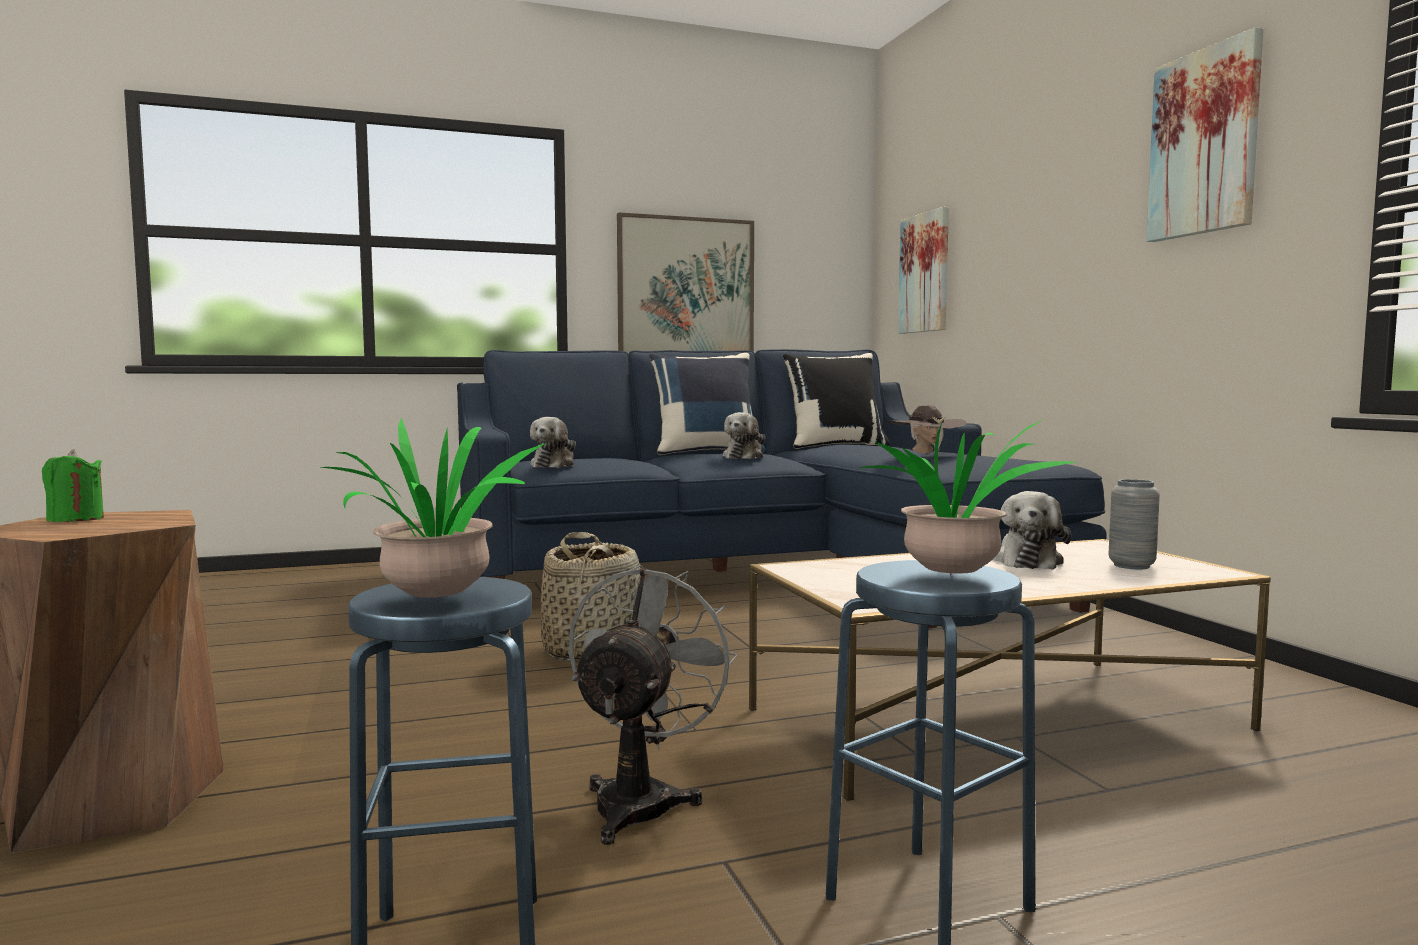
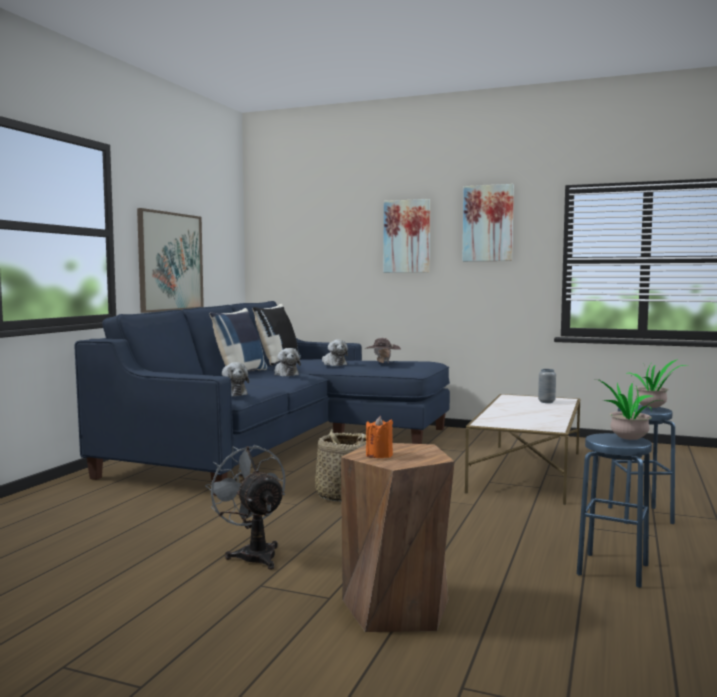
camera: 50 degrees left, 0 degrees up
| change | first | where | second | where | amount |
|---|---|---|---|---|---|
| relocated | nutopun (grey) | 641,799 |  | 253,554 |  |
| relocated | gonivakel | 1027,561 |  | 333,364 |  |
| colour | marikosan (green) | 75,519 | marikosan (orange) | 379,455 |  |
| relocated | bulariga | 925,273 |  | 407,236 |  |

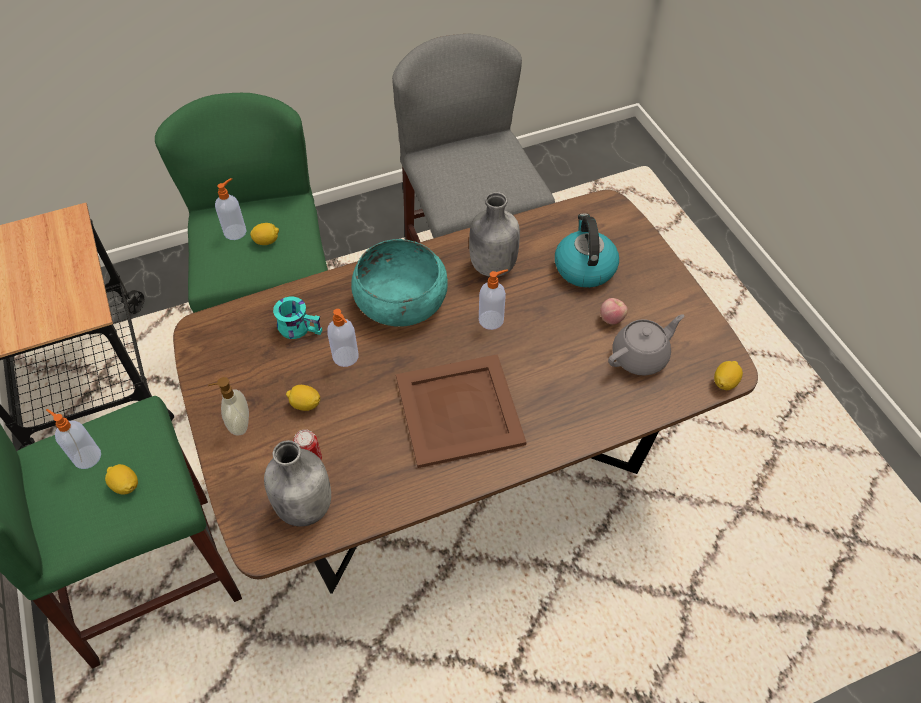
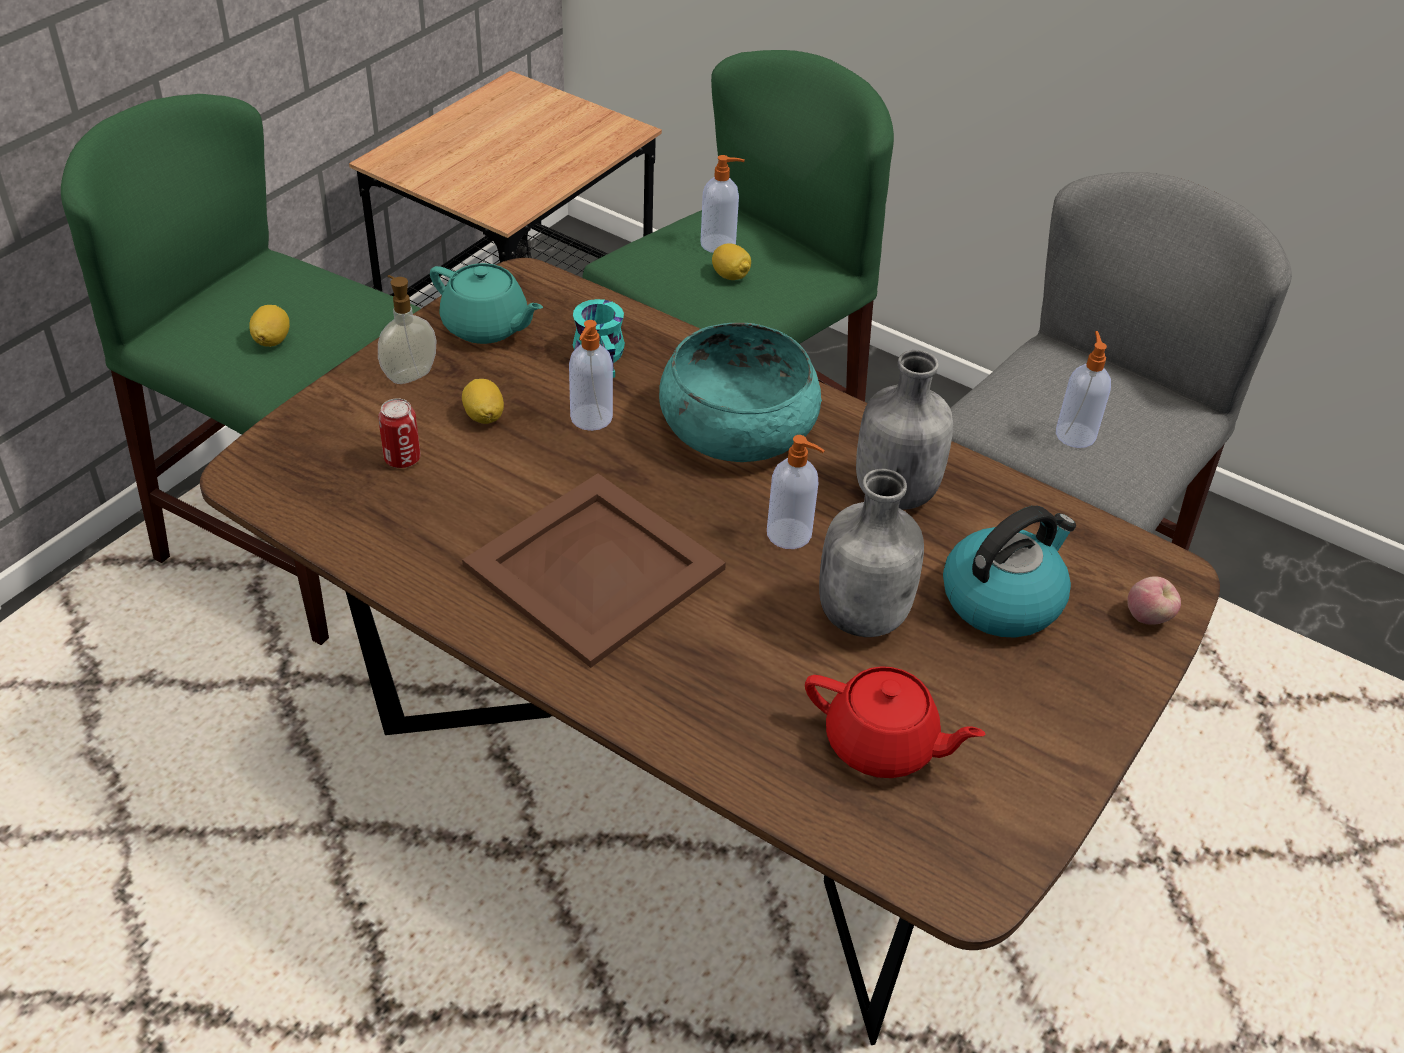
camera: 55 degrees right, 10 degrees down
| change | first | where | second | where | amount |
|---|---|---|---|---|---|
| appeared |  |  | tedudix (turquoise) | 486,327 |  |
| colour | tedudix (grey) | 640,357 | tedudix (red) | 882,745 |  |
| relocated | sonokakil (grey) | 305,505 |  | 864,615 |  |
| relocated | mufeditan | 86,456 |  | 1075,434 |  |
| relocated | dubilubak | 611,319 |  | 1148,617 |  |
| missing | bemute | 725,382 |  |  |  |

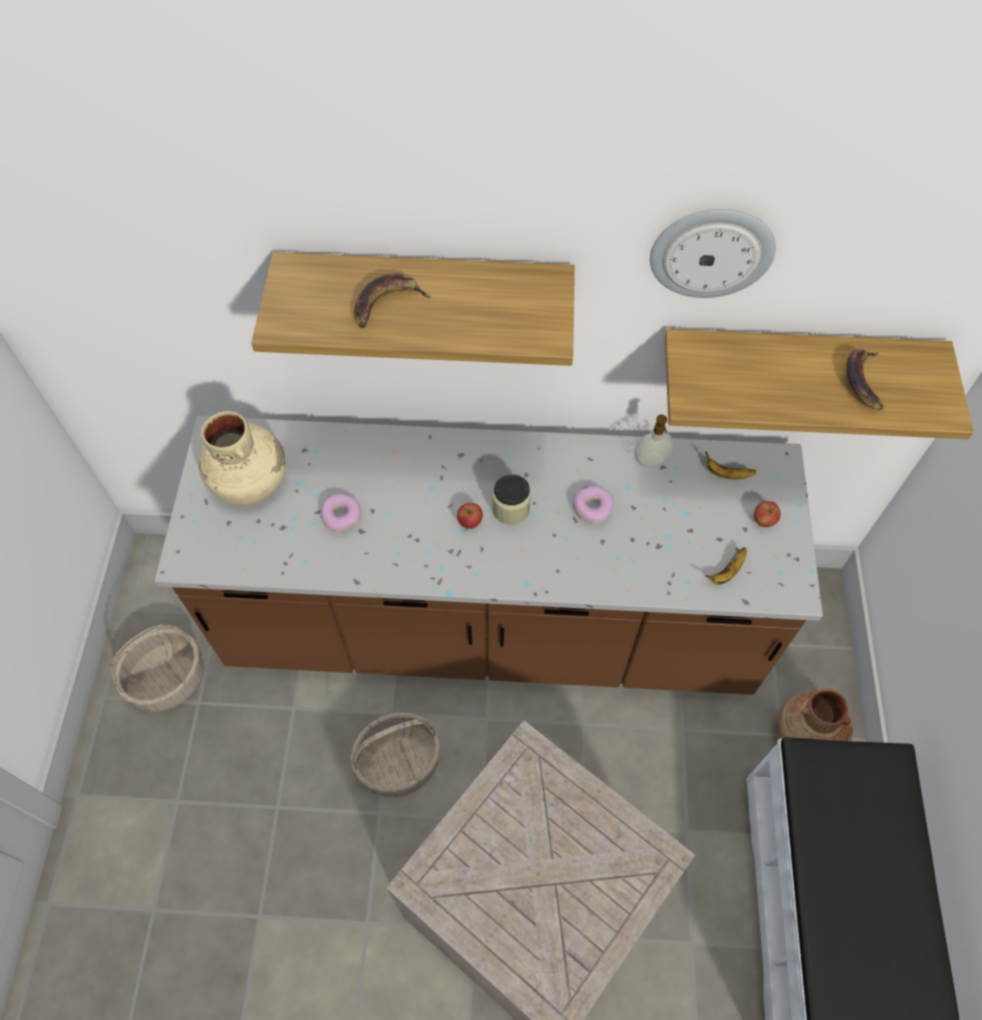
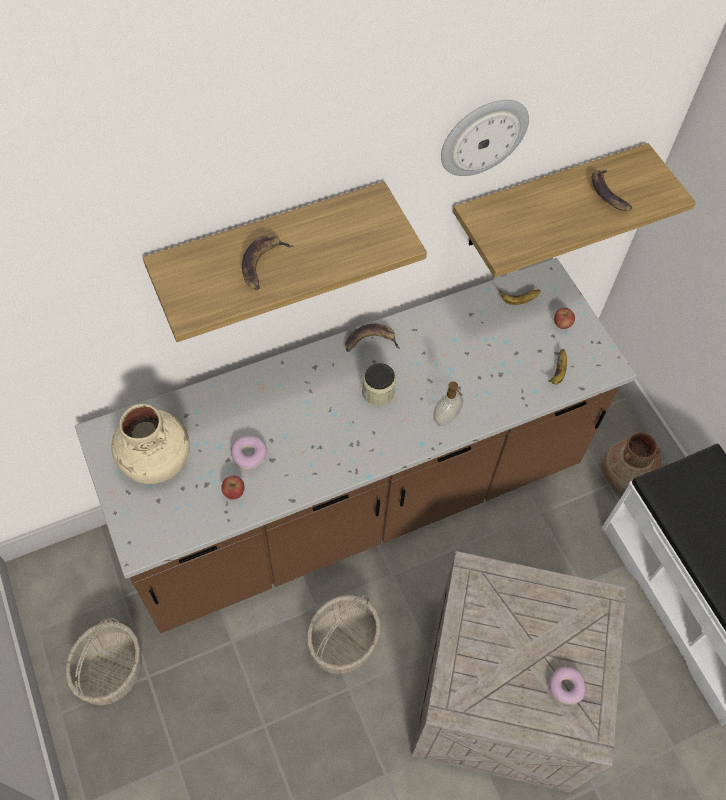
camera: 30 degrees left, 0 degrees up
| change | first | where | second | where | amount |
|---|---|---|---|---|---|
| relocated | dubilubak | 470,522 |  | 234,492 |  |
| appeared |  |  | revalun | 371,341 |  |
| relocated | mufeditan | 651,461 |  | 447,418 |  |
| relocated | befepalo | 592,507 |  | 565,687 |  |

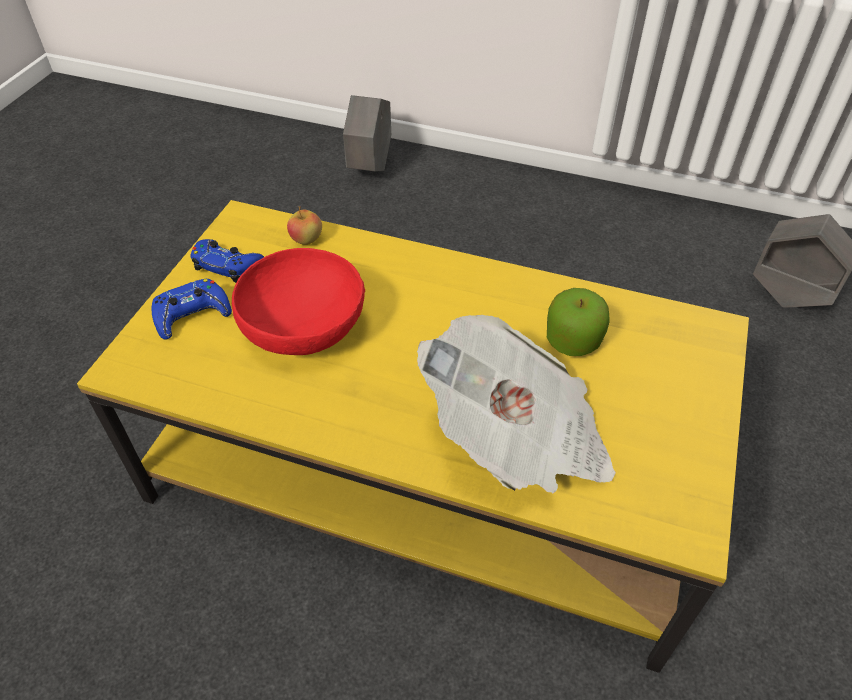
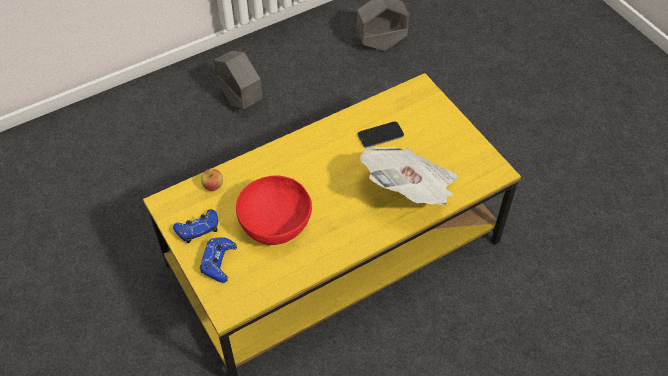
camera: 50 degrees left, 5 degrees up
| change | first | where | second | where | amount |
|---|---|---|---|---|---|
| relocated | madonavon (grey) | 370,168 |  | 240,100 |  |
| exchanged | dubilubak | 573,340 | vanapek | 380,135 |  |

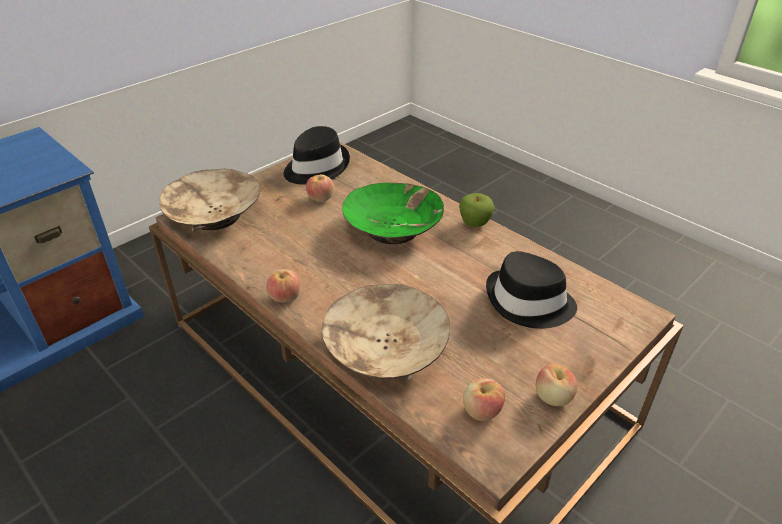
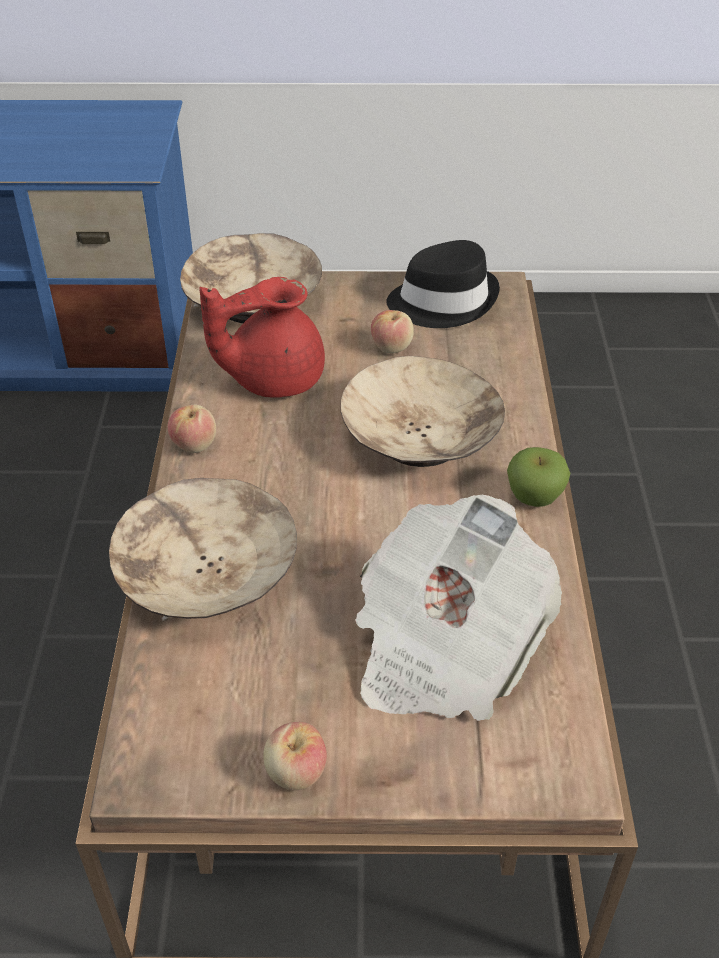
camera: 45 degrees right, 5 degrees up
| change | first | where | second | where | amount |
|---|---|---|---|---|---|
| appeared |  |  | tedudix (red) | 272,378 |  |
| colour | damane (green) | 393,228 | damane (beige) | 421,438 |  |
| exchanged | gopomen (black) | 529,302 | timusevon | 444,646 |  |
| missing | dubilubak | 481,411 |  |  |  |

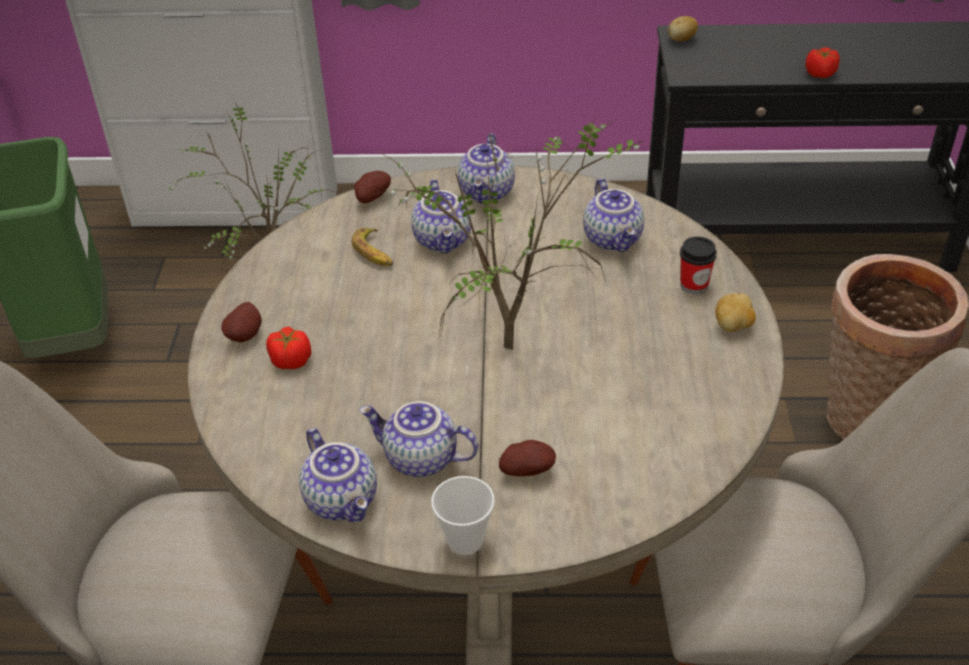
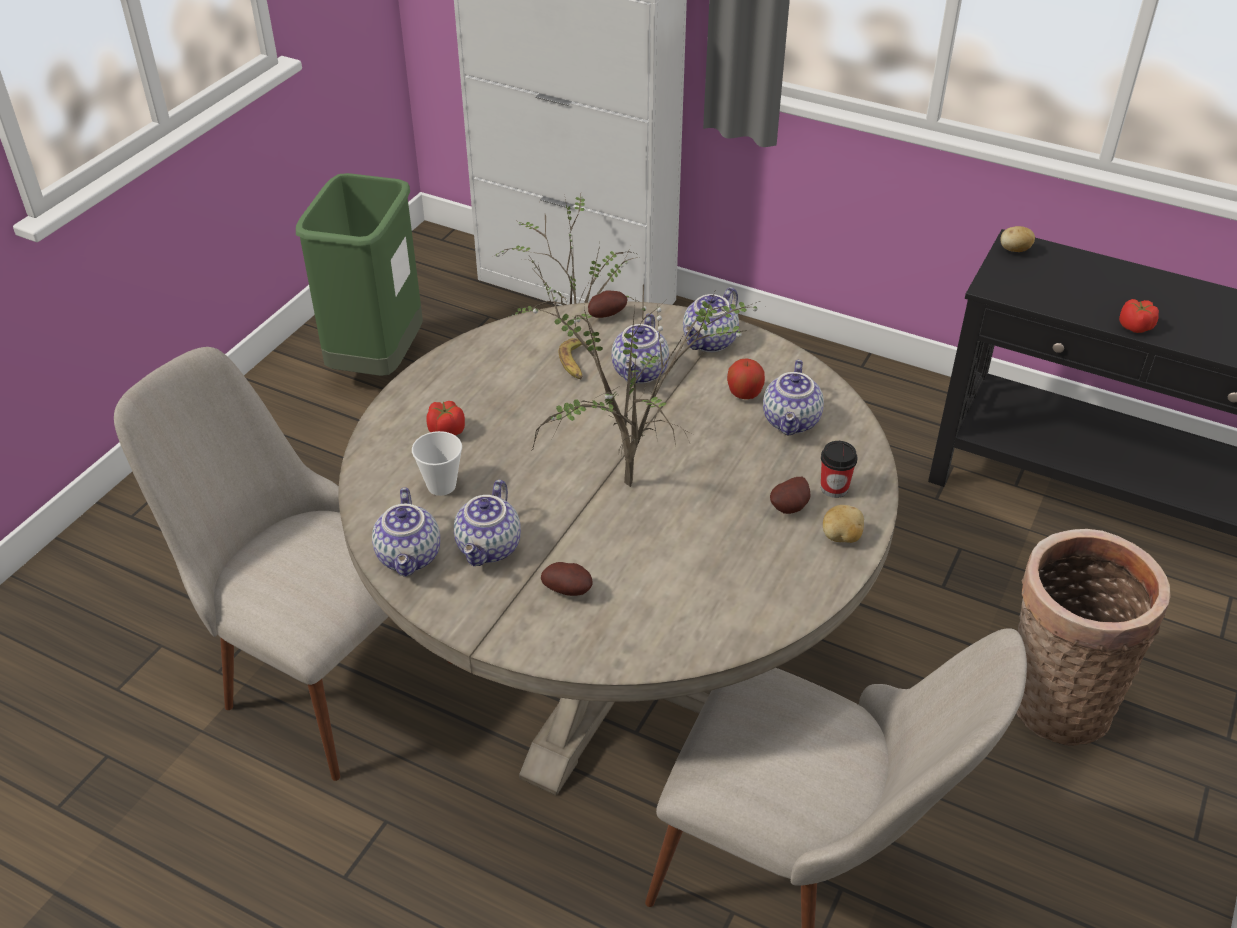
camera: 25 degrees right, 0 degrees up
| change | first | where | second | where | amount |
|---|---|---|---|---|---|
| relocated | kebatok | 465,540 |  | 441,485 |  |
| spun | tedudix | 419,459 |  | 490,548 | 120 degrees counterclockwise |
| appeared |  |  | dubilubak | 744,394 |  |
| relocated | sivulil | 247,336 |  | 791,508 |  |

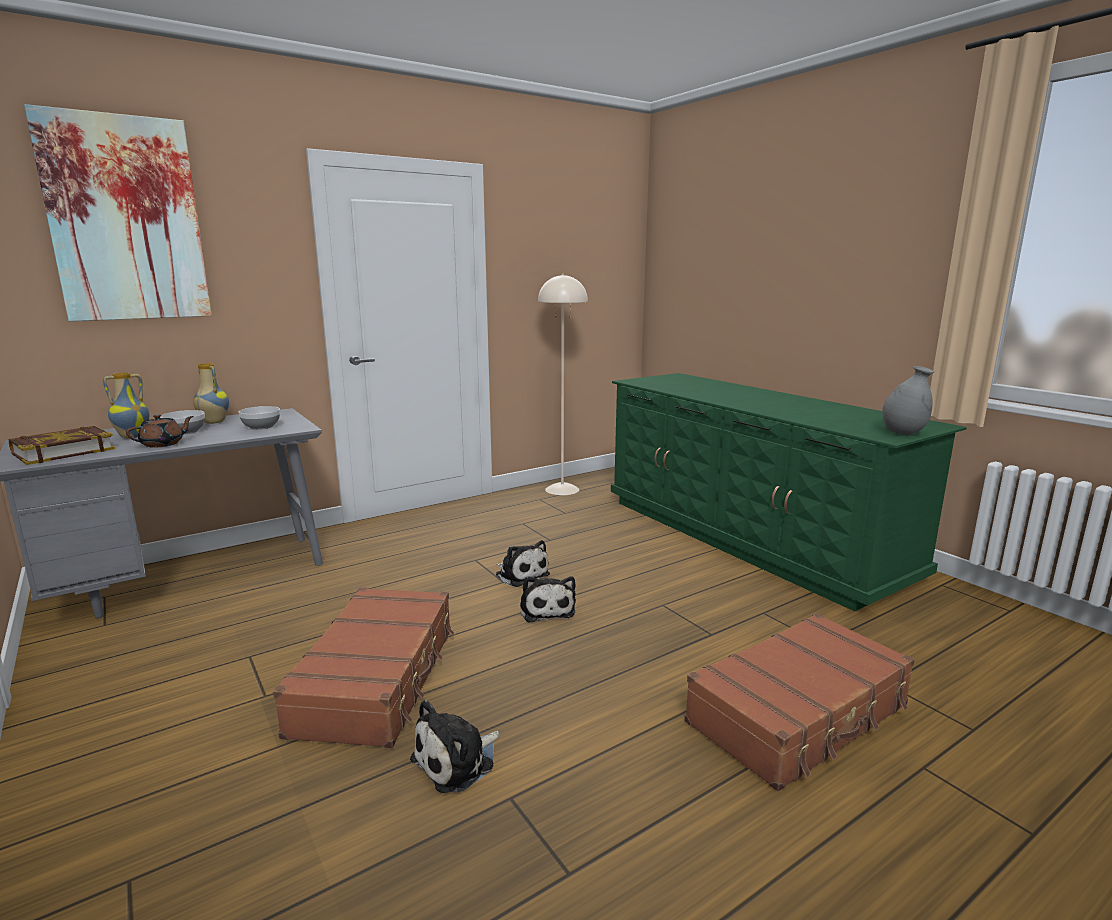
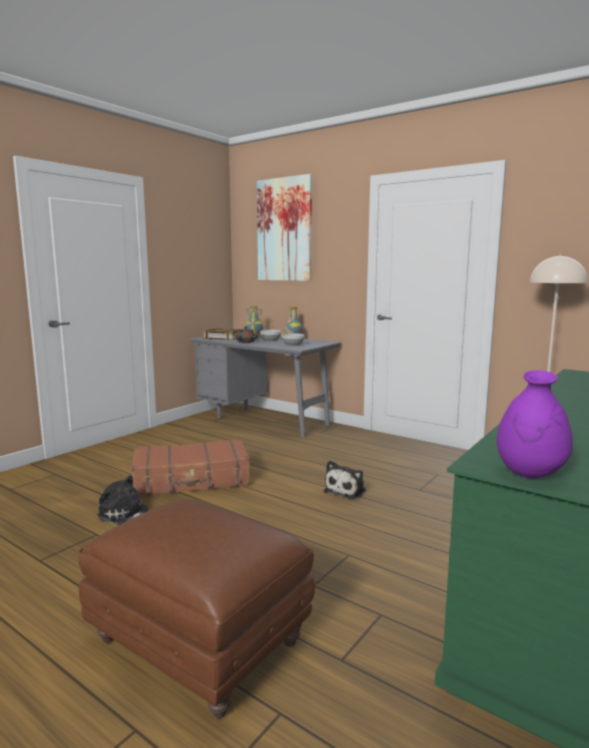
camera: 70 degrees right, 5 degrees down
| change | first | where | second | where | amount |
|---|---|---|---|---|---|
| exchanged | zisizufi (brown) | 799,715 | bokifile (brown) | 201,643 |  |
| colour | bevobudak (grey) | 903,433 | bevobudak (purple) | 529,474 |  |
| missing | gonivakel | 546,609 |  |  |  |

